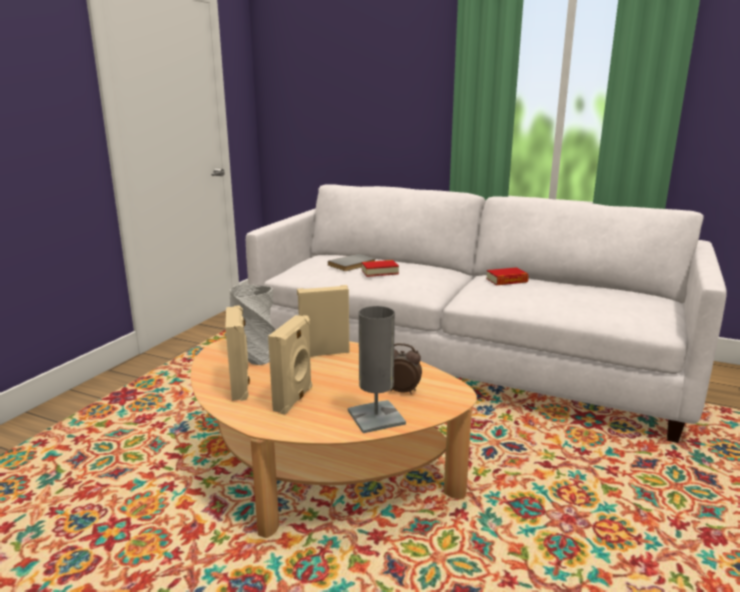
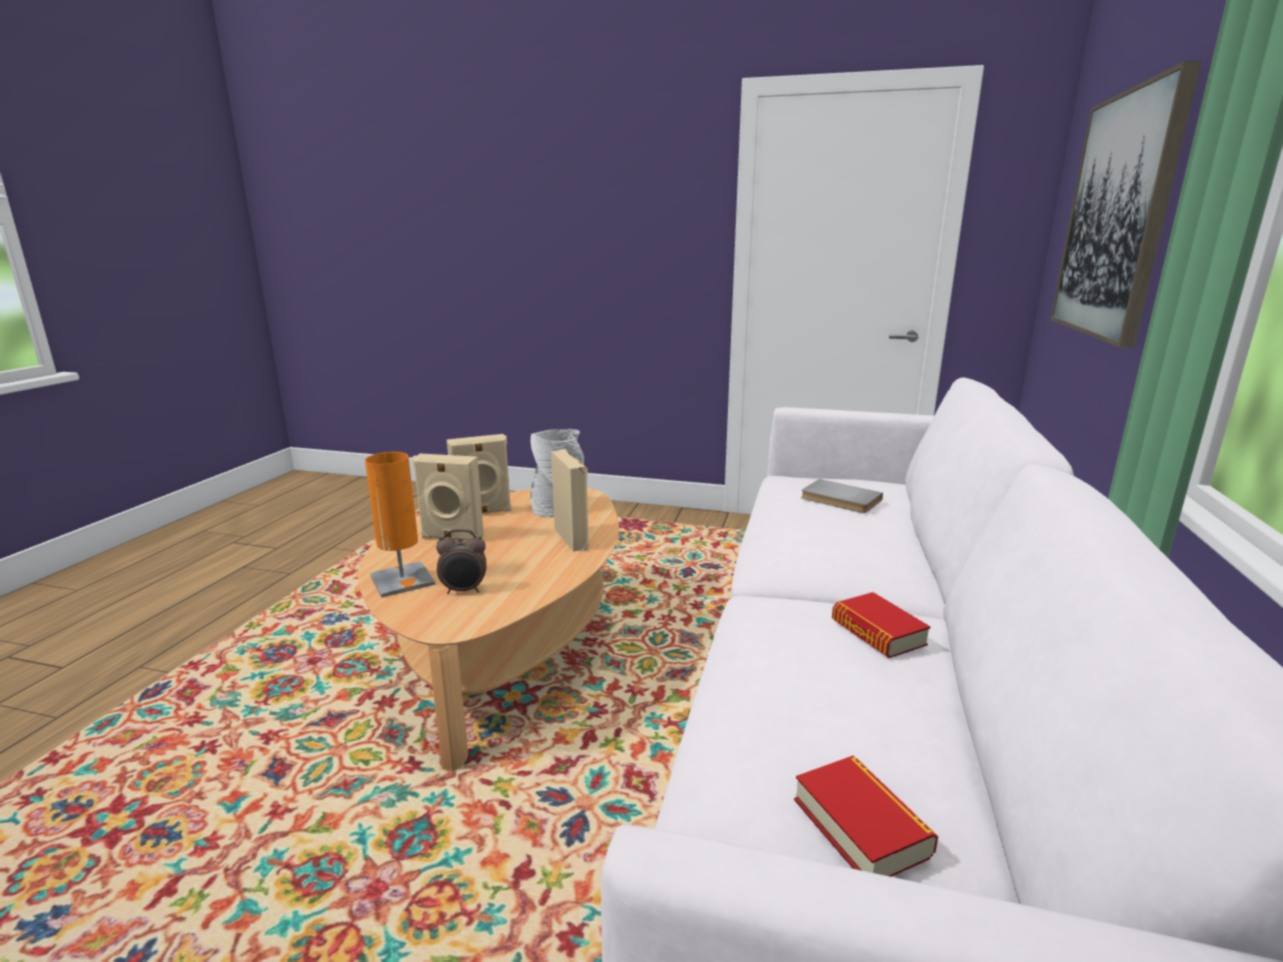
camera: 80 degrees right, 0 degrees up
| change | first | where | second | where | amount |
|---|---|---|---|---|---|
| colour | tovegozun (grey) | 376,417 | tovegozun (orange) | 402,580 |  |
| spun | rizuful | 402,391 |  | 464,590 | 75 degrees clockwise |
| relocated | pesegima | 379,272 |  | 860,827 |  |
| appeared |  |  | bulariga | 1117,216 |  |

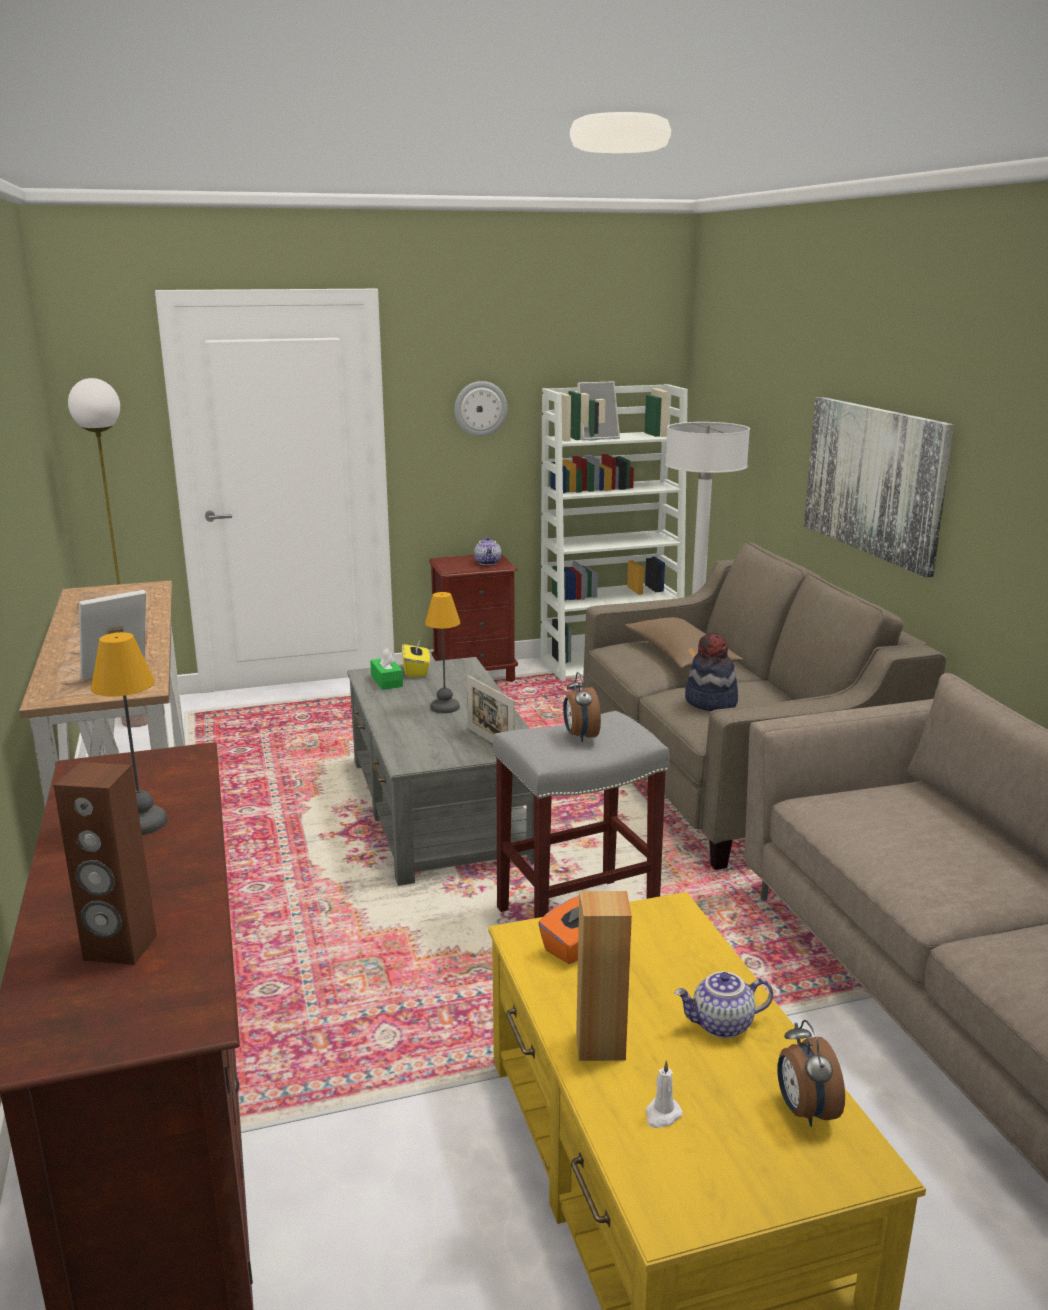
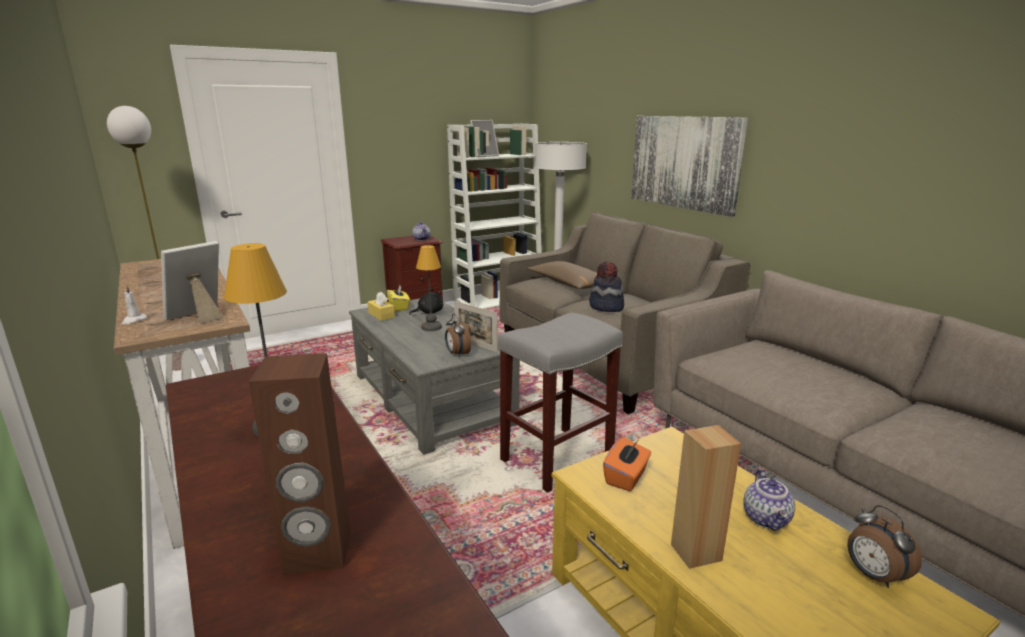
camera: 15 degrees left, 0 degrees up
| change | first | where | second | where | amount |
|---|---|---|---|---|---|
| relocated | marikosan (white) | 662,1115 |  | 134,320 |  |
| colour | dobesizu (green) | 386,681 | dobesizu (yellow) | 381,315 |  |
| appeared |  |  | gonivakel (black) | 429,312 |  |
| relocated | rizuful | 580,736 |  | 457,354 |  |
| spun | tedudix | 722,1025 |  | 767,519 | 60 degrees counterclockwise |
| missing | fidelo | 480,408 |  |  |  |

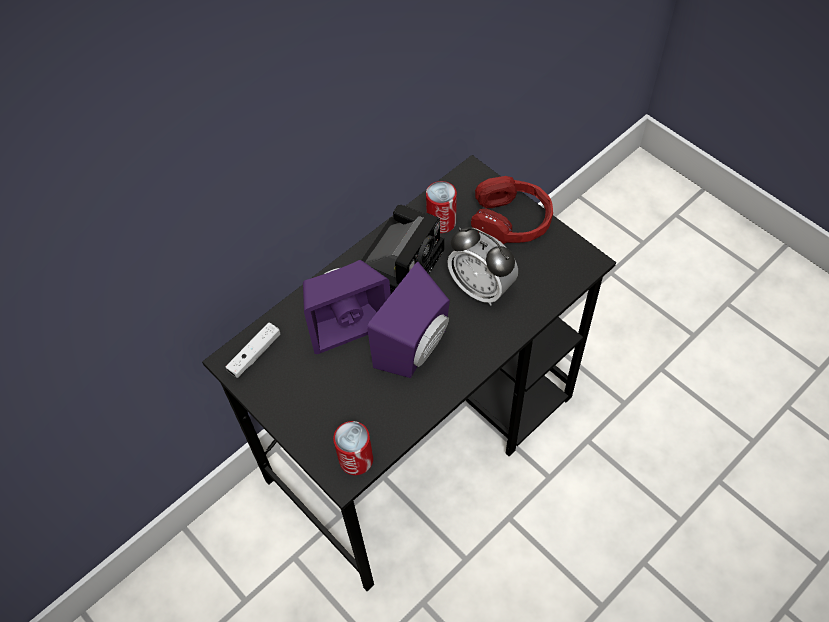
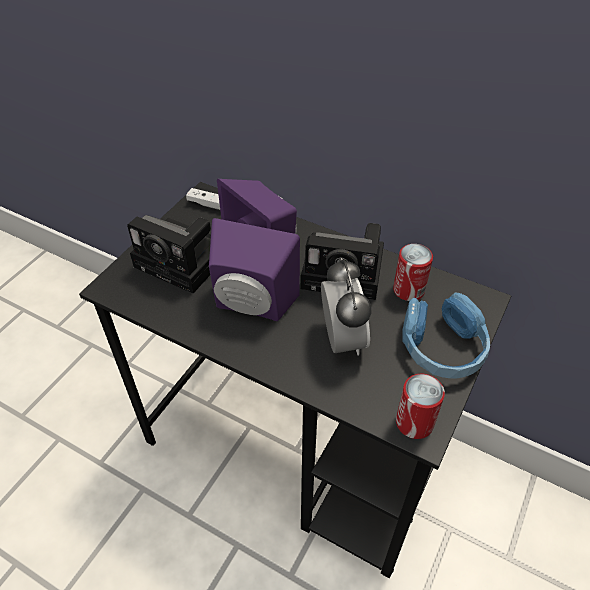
camera: 70 degrees right, 10 degrees down
| change | first | where | second | where | amount |
|---|---|---|---|---|---|
| appeared |  |  | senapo | 185,262 |  |
| spun | rizuful | 481,288 |  | 342,340 | 150 degrees clockwise |
| relocated | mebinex | 356,459 |  | 414,422 |  |
| colour | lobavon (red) | 511,221 | lobavon (blue) | 442,347 |  |

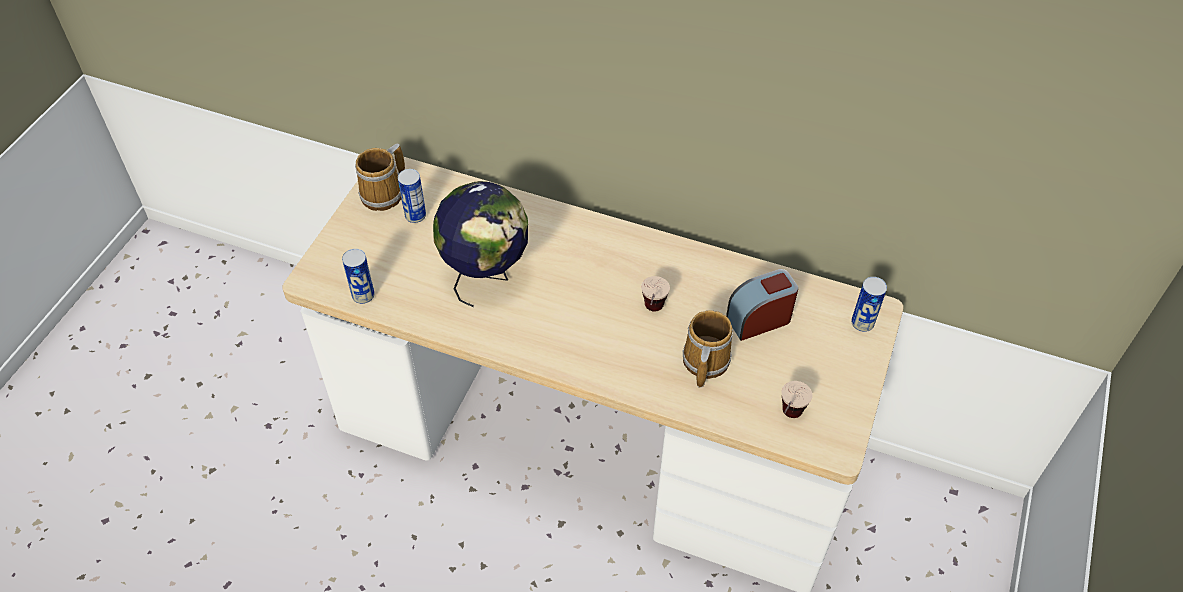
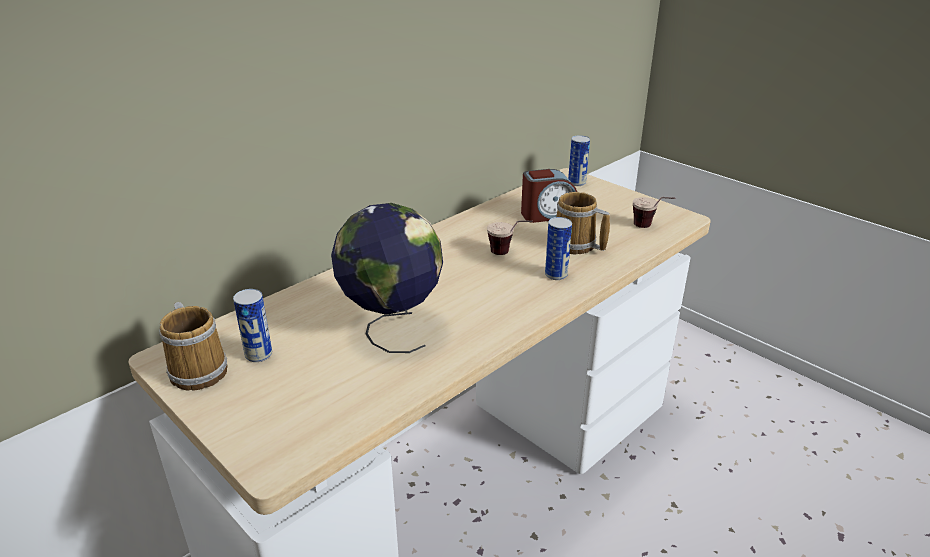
camera: 65 degrees left, 20 degrees down
| change | first | where | second | where | amount |
|---|---|---|---|---|---|
| spun | rizuful | 759,319 |  | 547,214 | 105 degrees counterclockwise |
| relocated | mebinex | 363,295 |  | 556,275 |  |

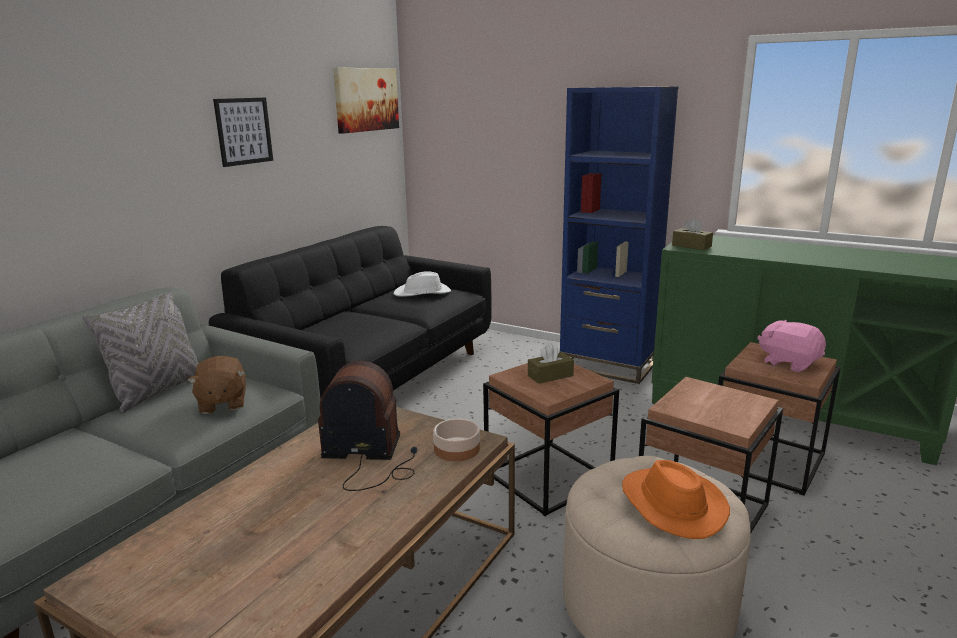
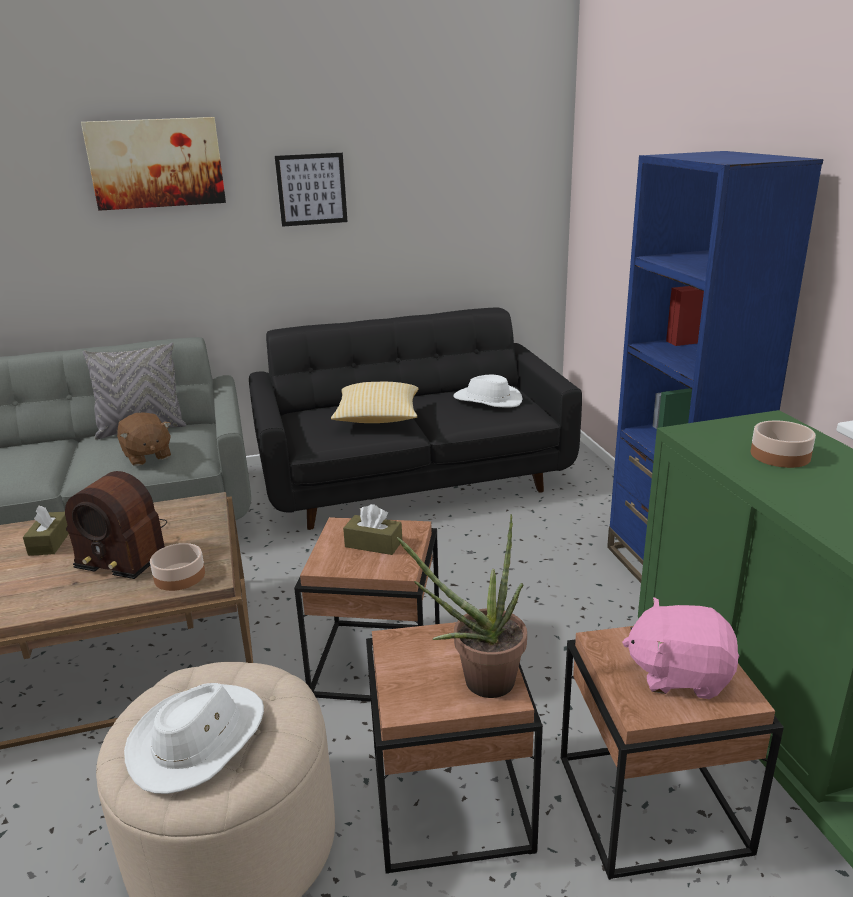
camera: 45 degrees right, 5 degrees up
| change | first | where | second | where | amount |
|---|---|---|---|---|---|
| relocated | dobesizu (brown) | 691,246 |  | 50,542 |  |
| spun | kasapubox | 370,458 |  | 123,550 | 150 degrees clockwise |
| relocated | bulariga | 366,99 |  | 156,163 |  |
| spun | gonivakel (brown) | 222,403 |  | 147,456 | 60 degrees counterclockwise |
| colour | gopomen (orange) | 671,504 | gopomen (white) | 198,739 |  |
| appeared |  |  | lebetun | 377,418 |  |
| appeared |  |  | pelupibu | 478,683 |  |
| spun | gonivakel (pink) | 789,363 |  | 679,674 | 75 degrees counterclockwise |
| appeared |  |  | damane | 781,456 |  |

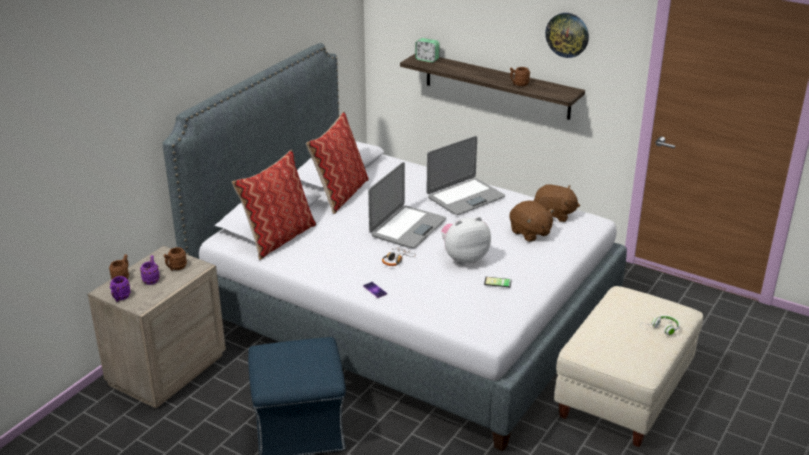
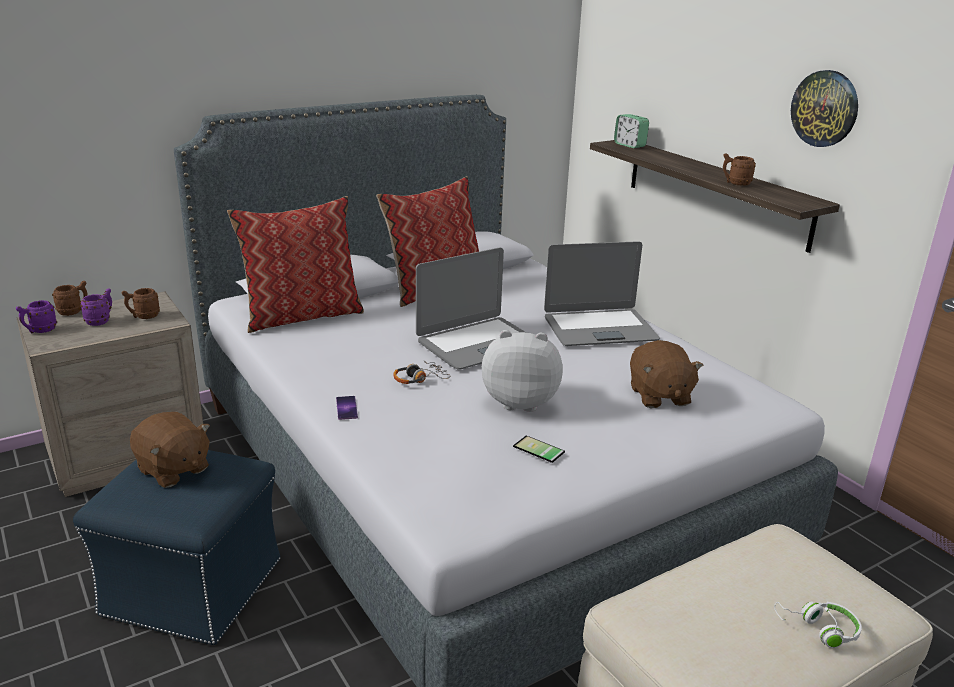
camera: 25 degrees right, 5 degrees down
| change | first | where | second | where | amount |
|---|---|---|---|---|---|
| relocated | gonivakel (brown) | 554,215 |  | 173,470 |  |

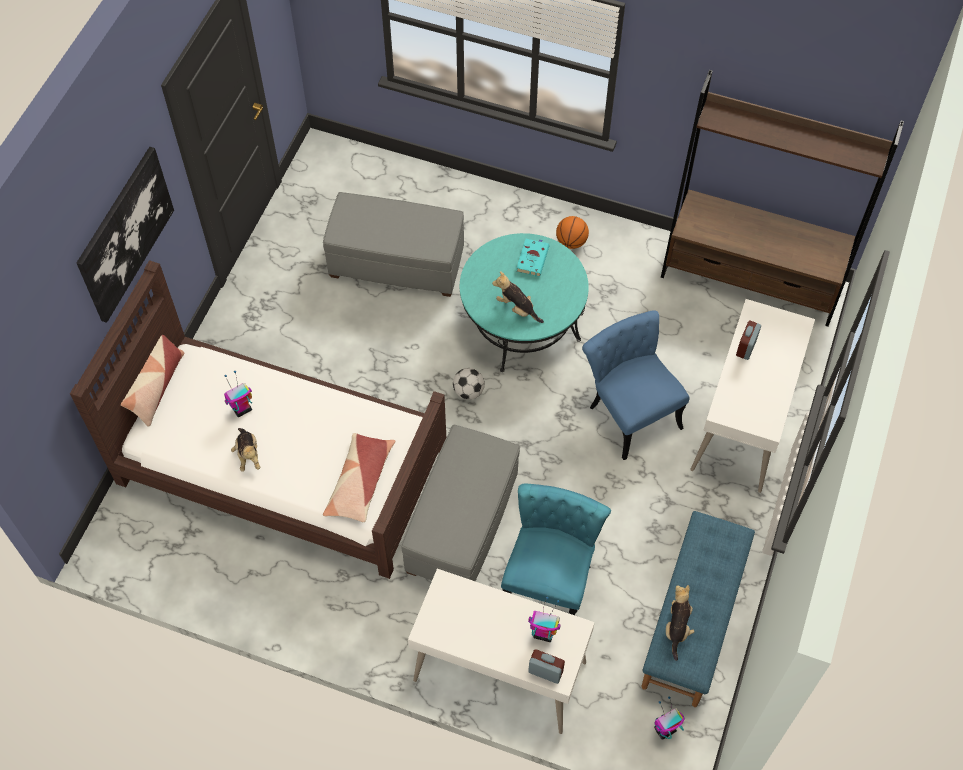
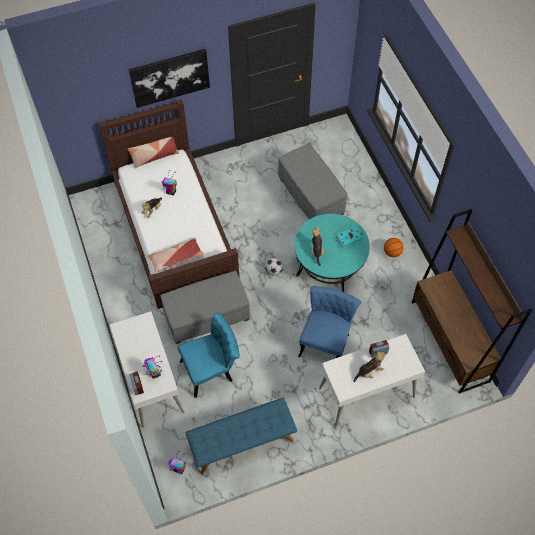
camera: 50 degrees right, 0 degrees up
| change | first | where | second | where | amount |
|---|---|---|---|---|---|
| relocated | gonivakel | 677,627 |  | 369,371 |  |

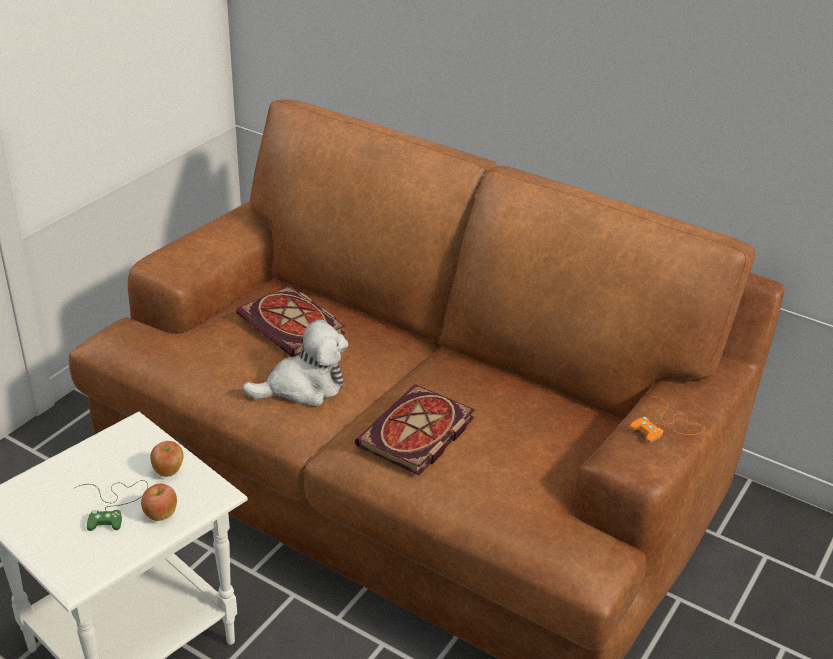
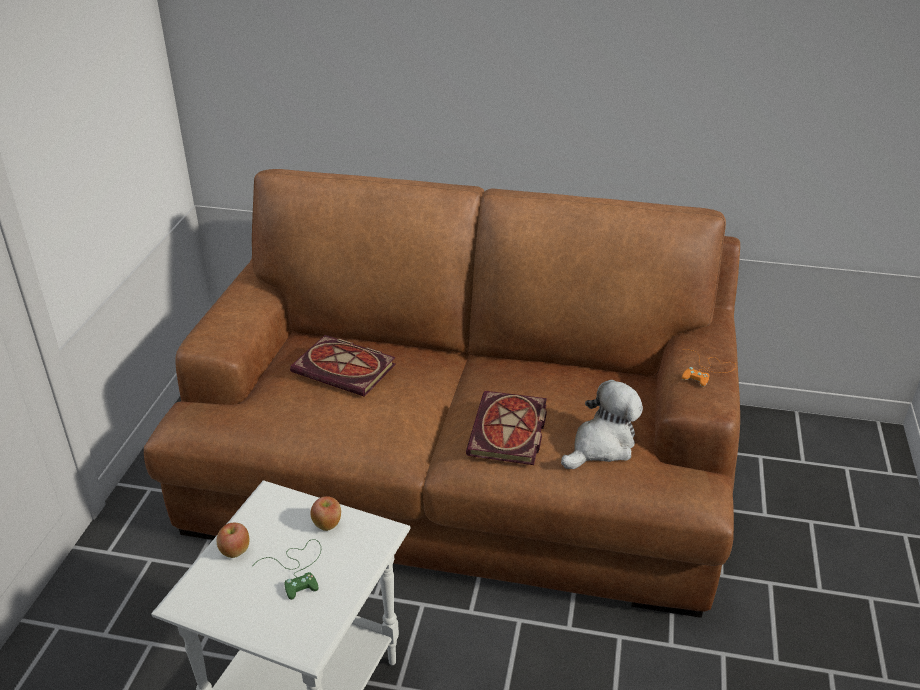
camera: 20 degrees left, 0 degrees up
| change | first | where | second | where | amount |
|---|---|---|---|---|---|
| relocated | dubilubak | 161,515 |  | 235,551 |  |
| relocated | gonivakel | 303,387 |  | 601,446 |  |

